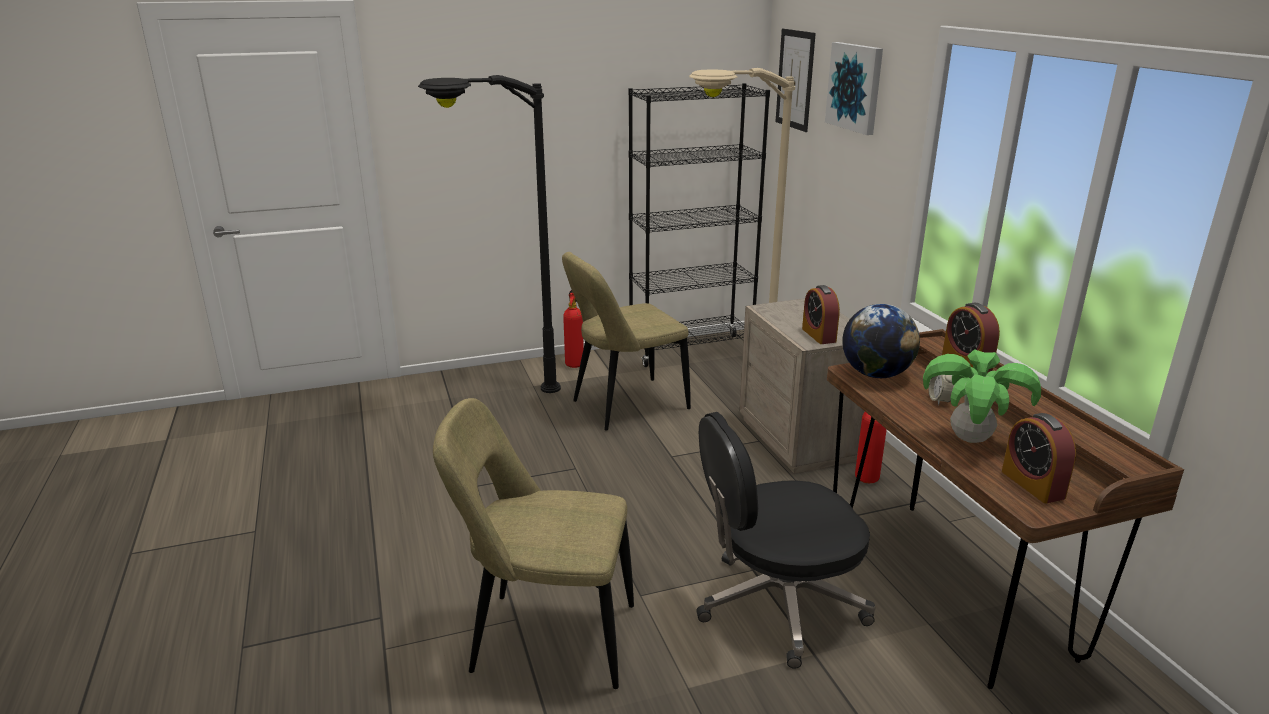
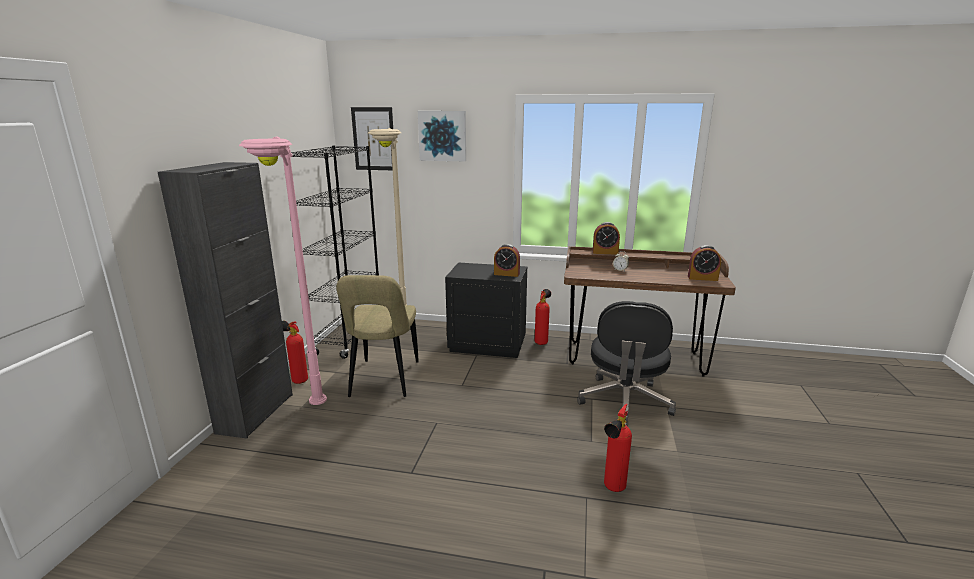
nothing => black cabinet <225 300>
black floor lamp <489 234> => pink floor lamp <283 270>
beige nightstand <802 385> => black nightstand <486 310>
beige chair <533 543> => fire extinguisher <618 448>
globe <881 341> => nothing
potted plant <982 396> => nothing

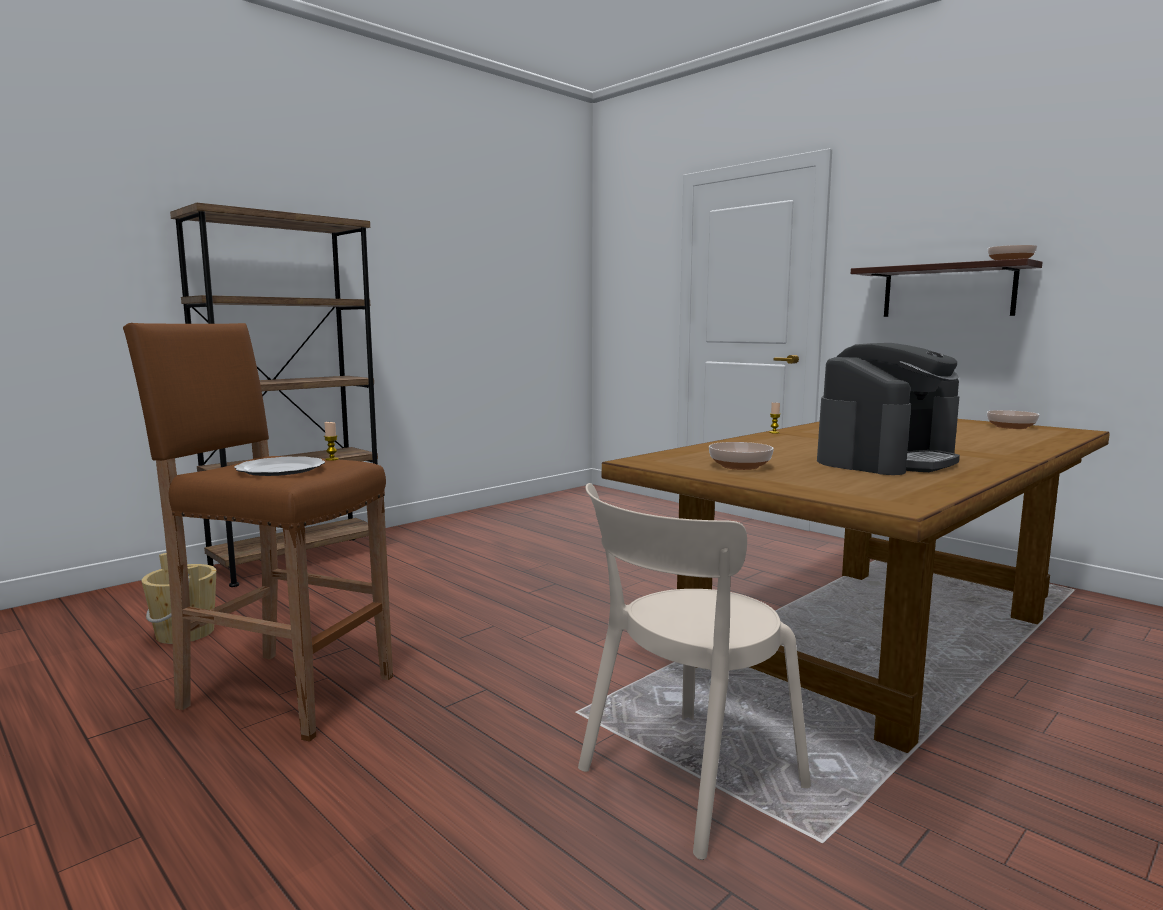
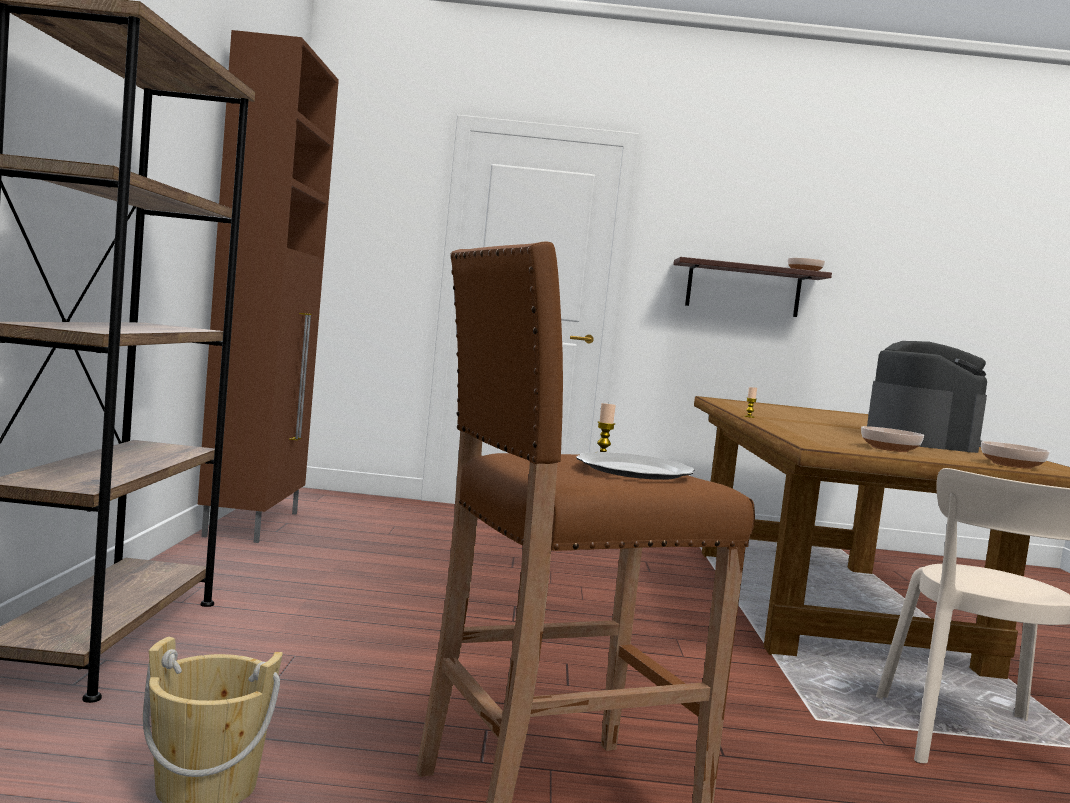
nothing => brown cabinet <268 286>
bowl <1013 419> => bowl <1015 455>, relocated

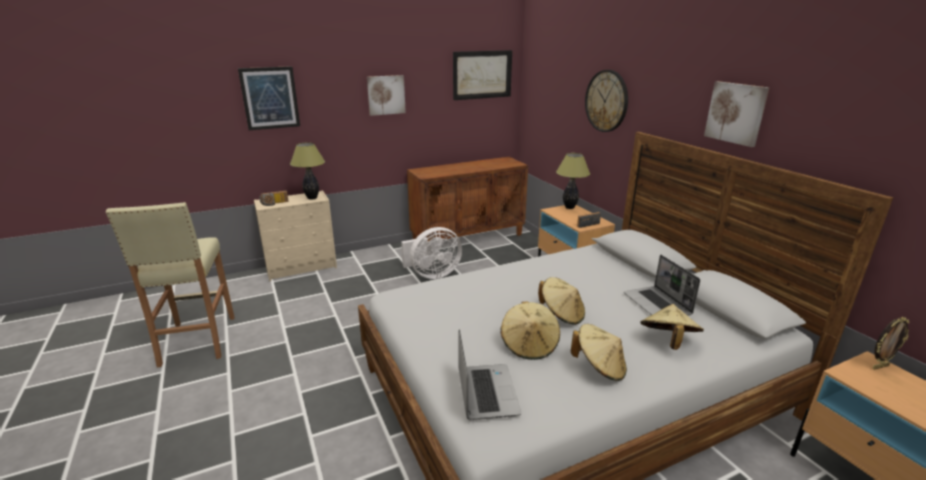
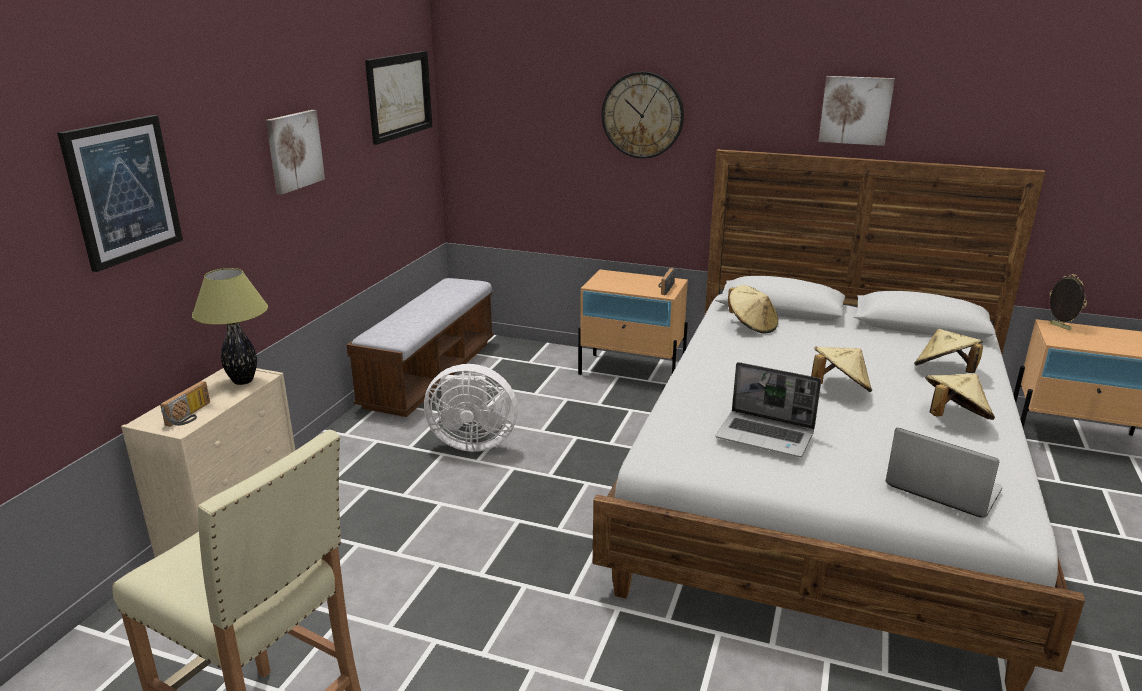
brown cabinet <467 199> => bench <420 347>
white fan <431 253> => white fan <471 408>, 75 degrees clockwise
laptop <662 285> => laptop <768 409>, relocated
beige hat <530 330> => beige hat <753 309>, relocated
picture frame <890 343> => picture frame <1068 302>, 60 degrees counterclockwise
table lamp <573 181> => nothing

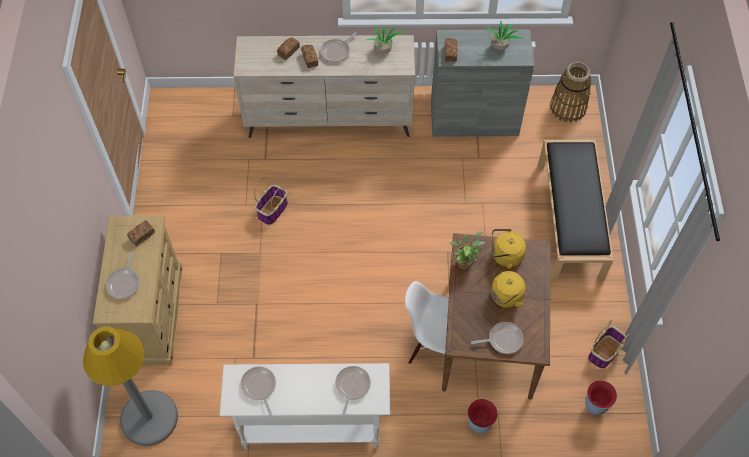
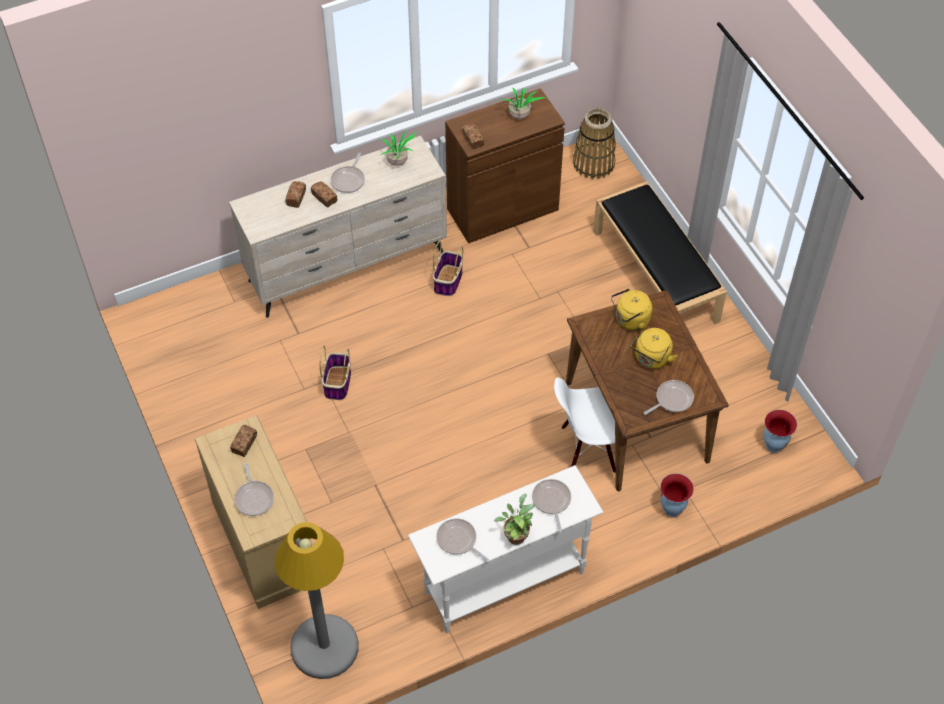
basket <609 344> => basket <448 268>, relocated
grey cabinet <482 83> => brown cabinet <505 165>
potted plant <467 250> => potted plant <514 519>, relocated

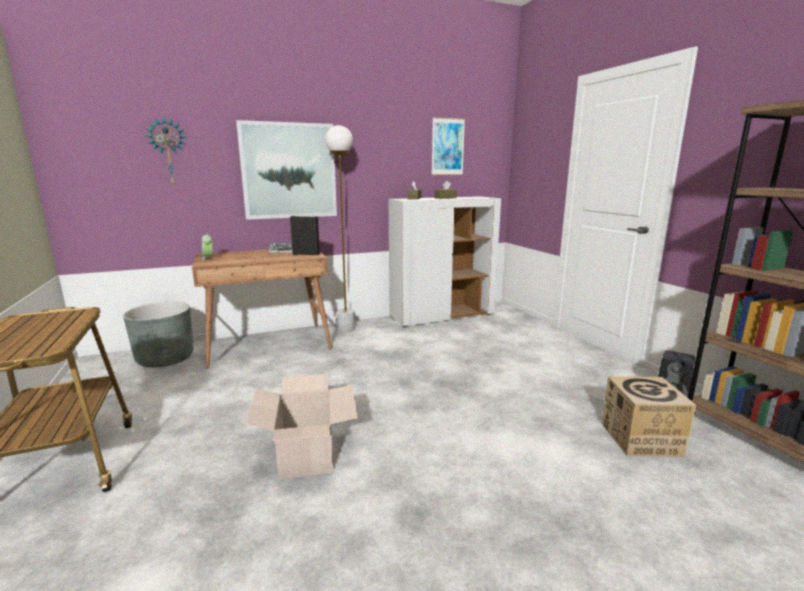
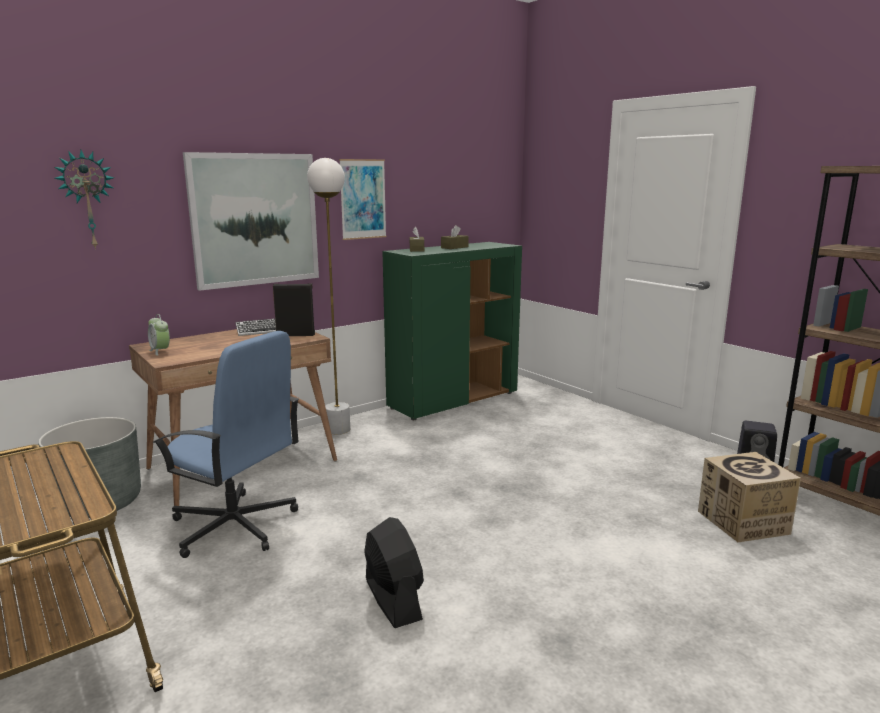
nothing => blue office chair <225 444>
picture <448 146> => picture <363 199>, relocated
cardboard box <302 426> => black fan <394 572>
white cabinet <445 261> => green cabinet <452 331>

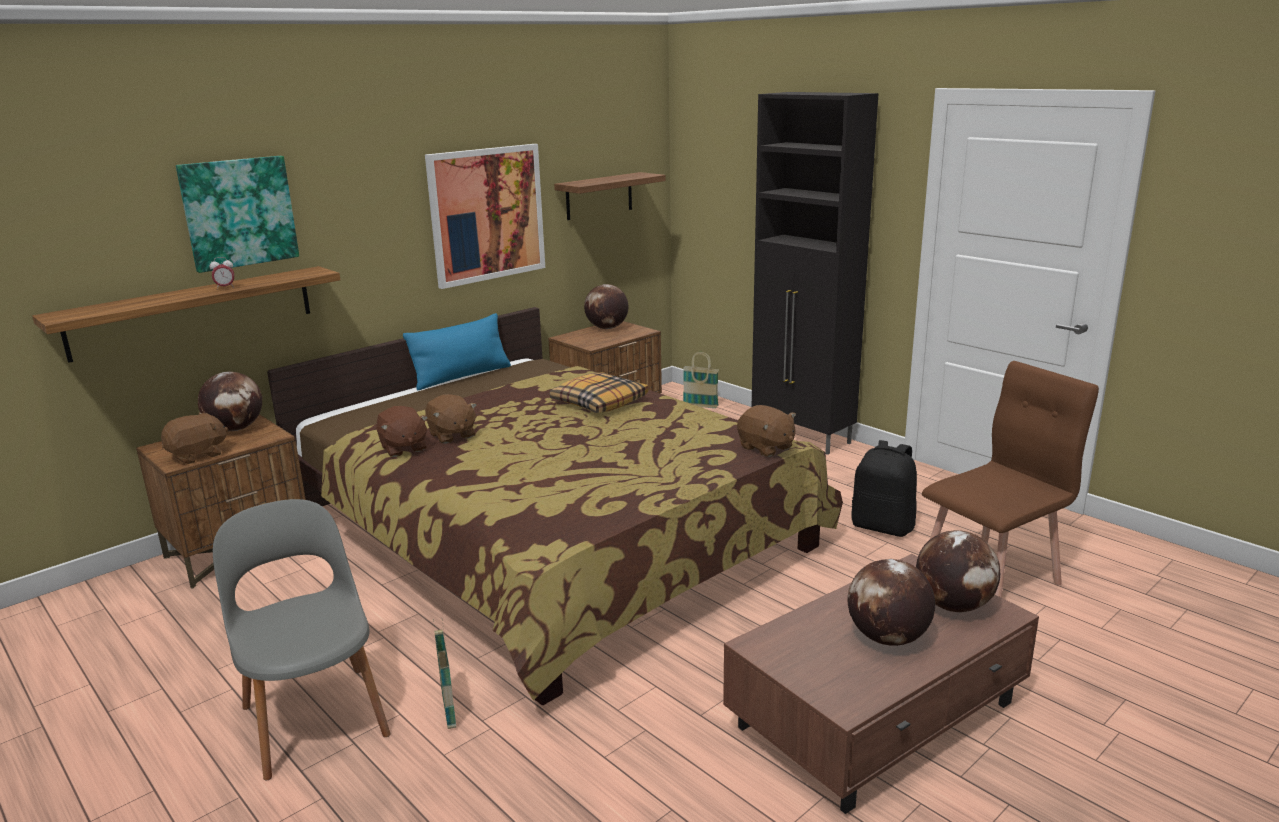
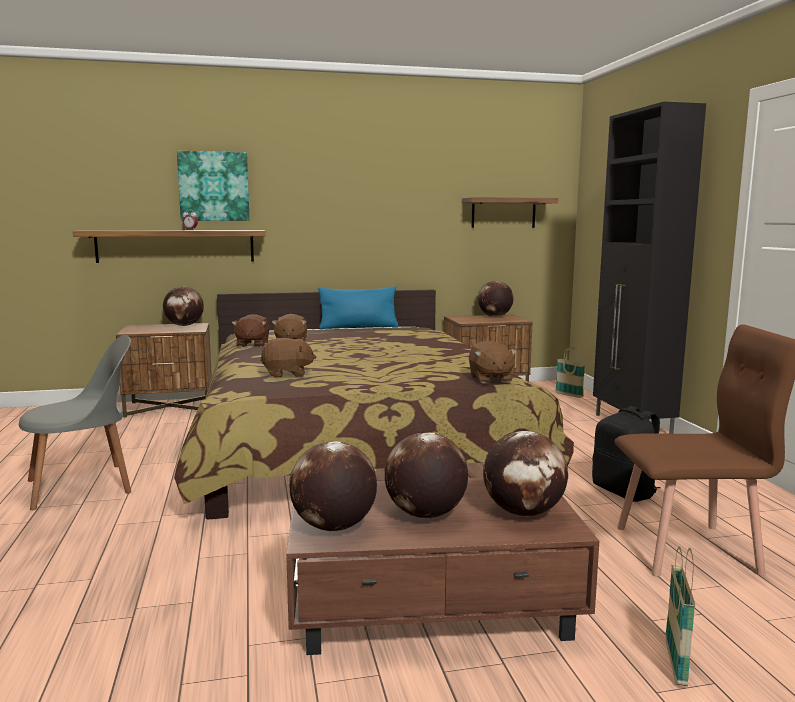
grey chair <301 640> => grey chair <75 422>, 60 degrees clockwise
brown plush toy <194 438> => brown plush toy <288 358>, relocated
nothing => globe <333 486>
basket <444 674> => basket <680 616>, relocated
picture <485 216> => nothing
pillow <599 392> => nothing

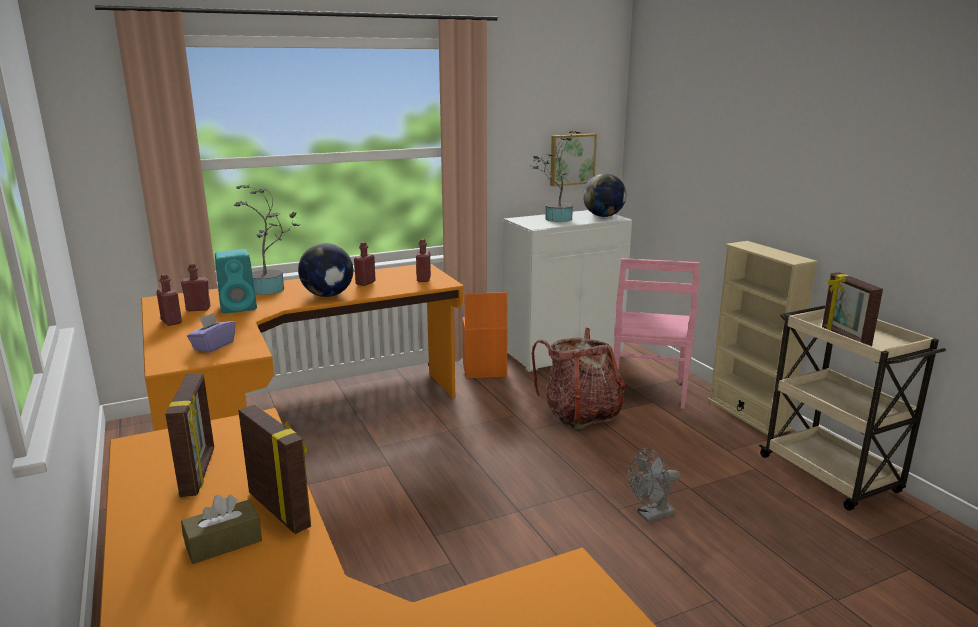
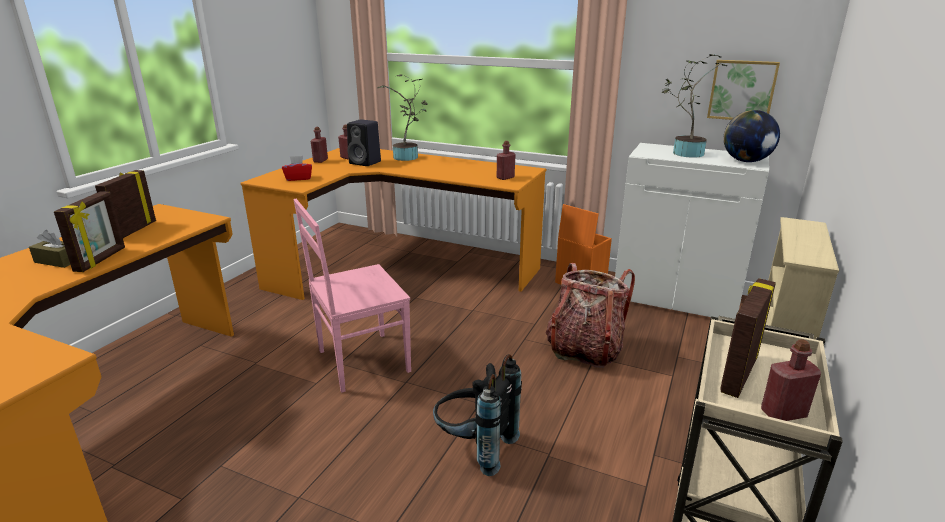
picture frame <189 435> => picture frame <125 204>, 150 degrees clockwise
purple tissue box <211 333> => red tissue box <297 168>
pink chair <657 333> => pink chair <352 296>, relocated
turquoise speaker <236 281> => black speaker <364 142>
grey fan <654 485> => black backpack <477 415>
red bottle <365 264> => red bottle <791 380>, relocated
globe <325 270> => nothing

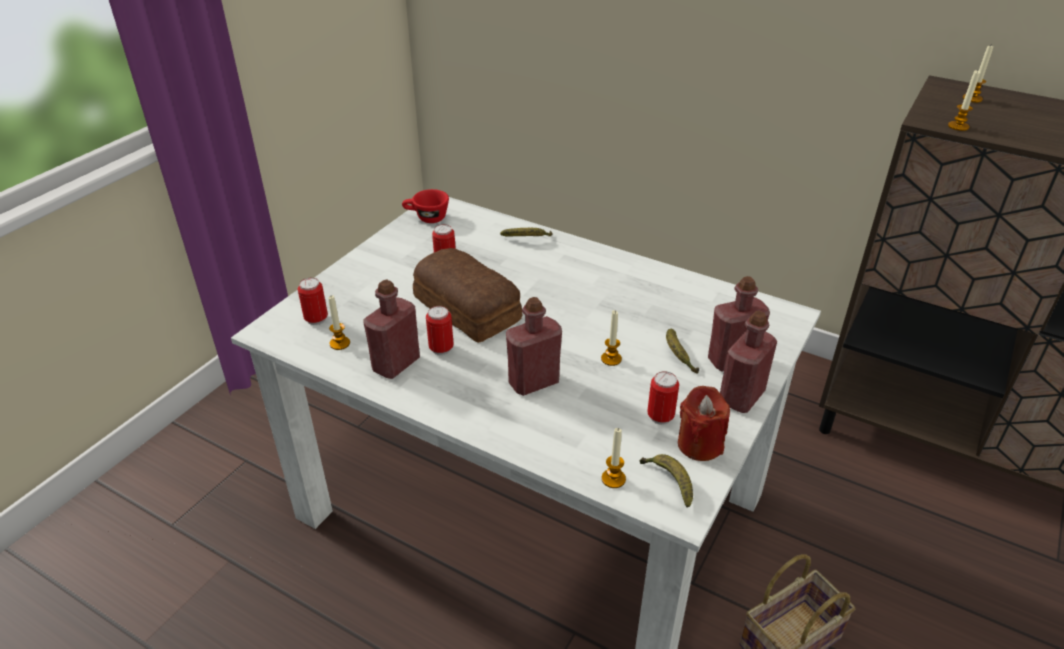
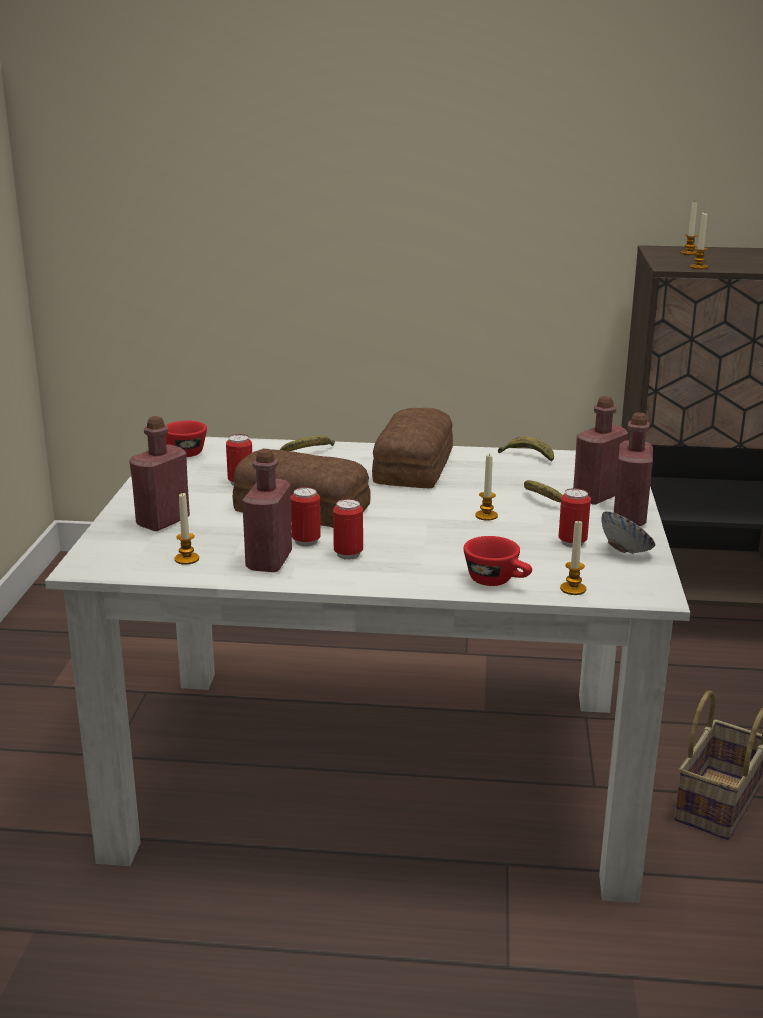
red bottle <534 346> => red bottle <159 473>, relocated
can <312 301> => can <348 529>, relocated
nothing => bread <412 448>
nothing => red cup <498 561>
banana <666 481> => banana <526 448>, relocated
red candle <704 423> => bowl <628 532>

